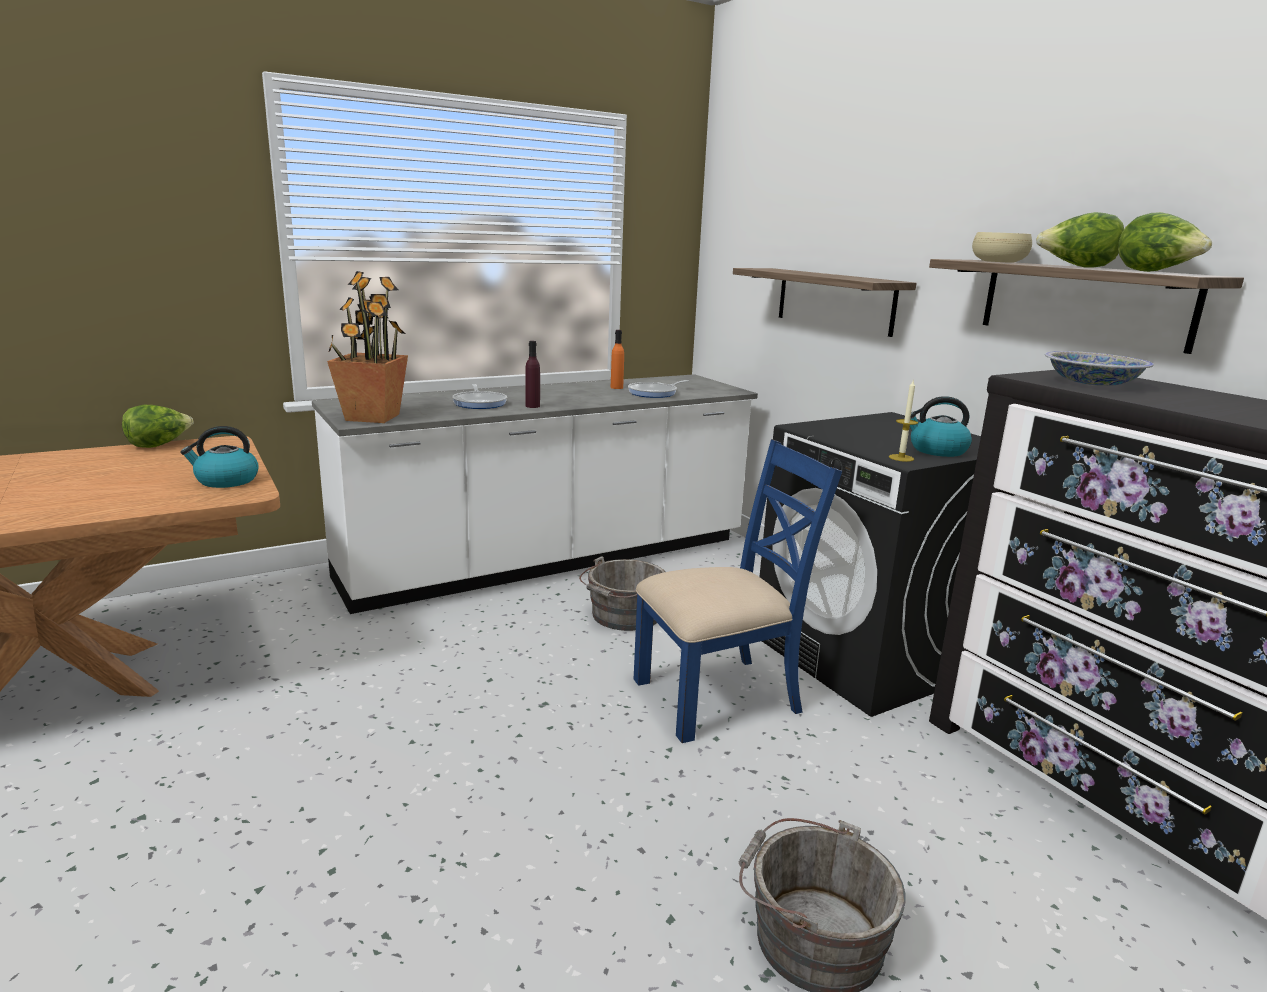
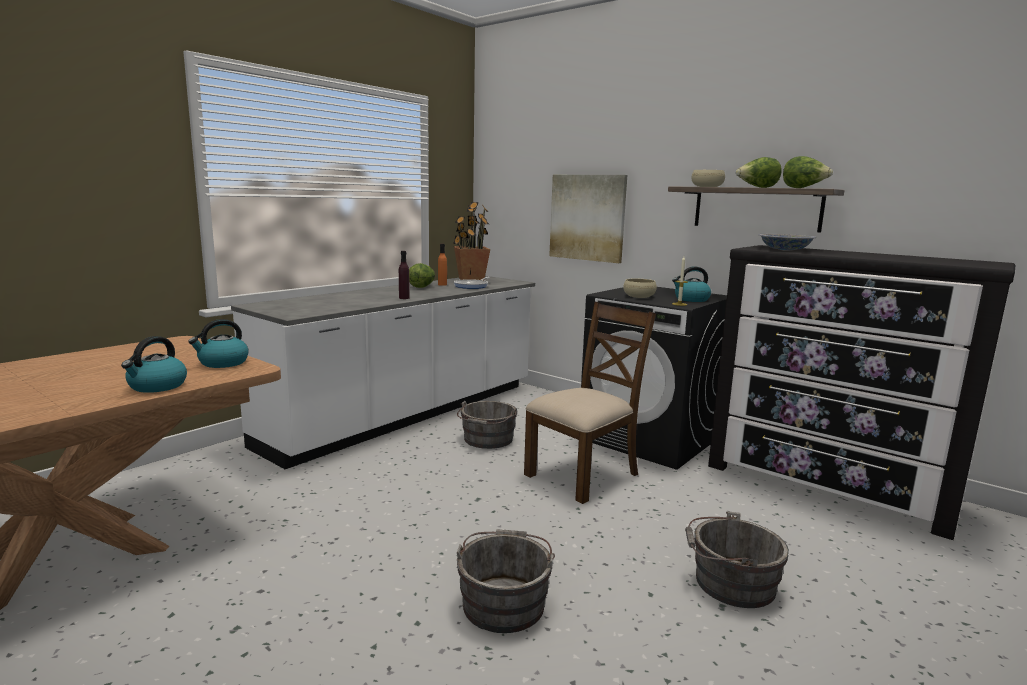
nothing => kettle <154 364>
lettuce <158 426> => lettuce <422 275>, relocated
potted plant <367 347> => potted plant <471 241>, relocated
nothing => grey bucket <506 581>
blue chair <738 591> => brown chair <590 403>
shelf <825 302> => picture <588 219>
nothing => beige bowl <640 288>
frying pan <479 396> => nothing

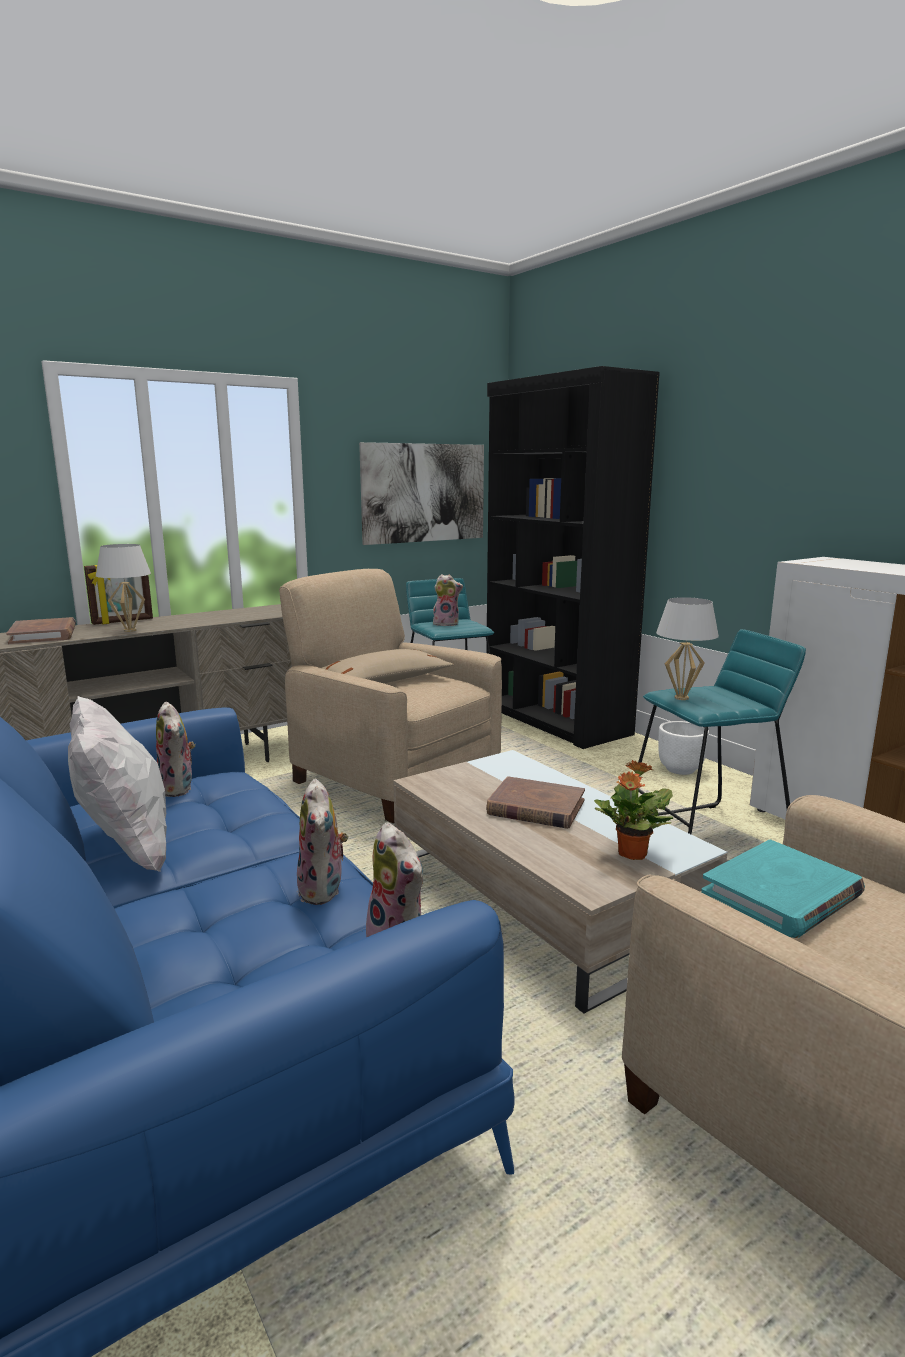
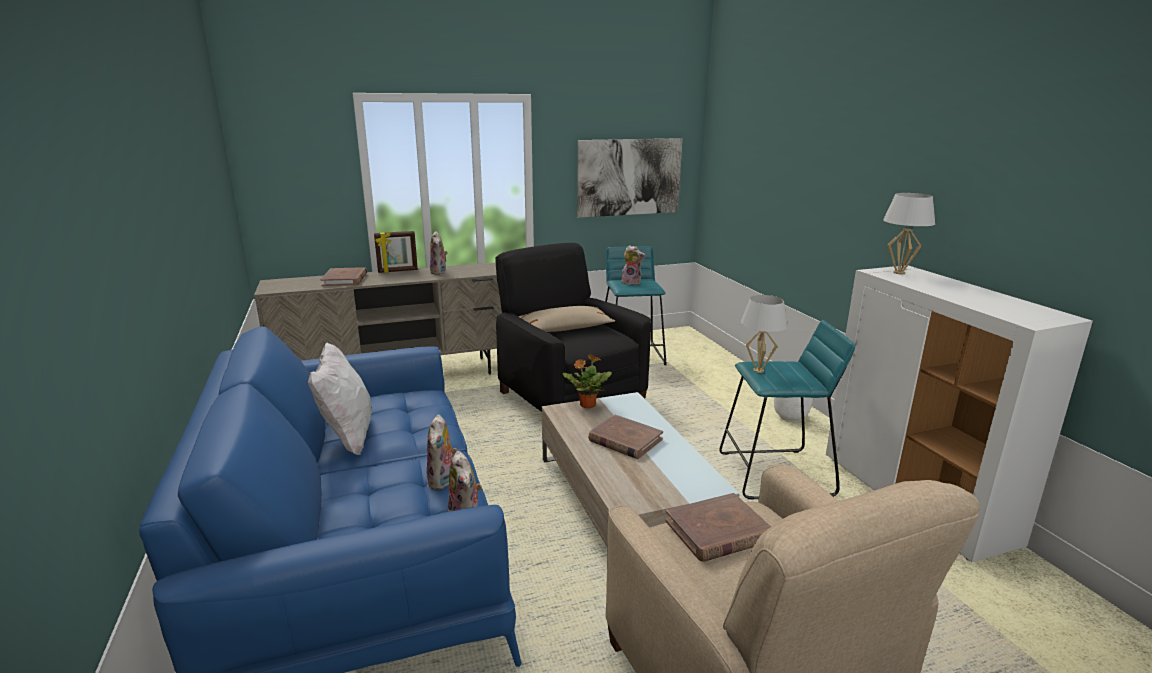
plush toy <175 749> => plush toy <439 253>, relocated
beige armchair <390 696> => black armchair <573 327>
potted plant <633 810> => potted plant <587 381>, relocated
turquoise book <783 889> => brown book <718 527>
white table lamp <123 588> => white table lamp <909 233>, relocated
black bookcase <573 557> => nothing

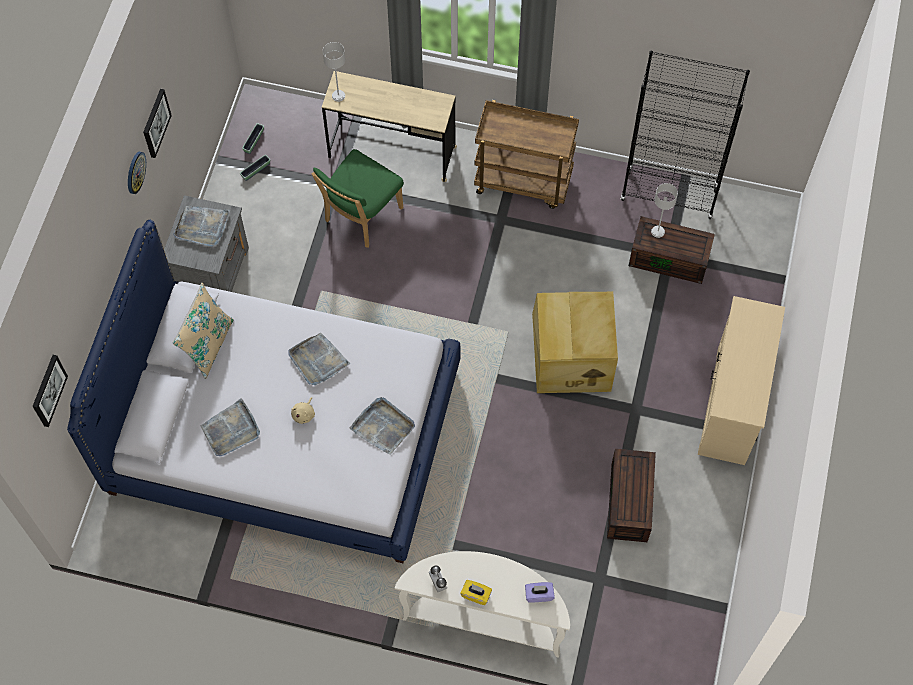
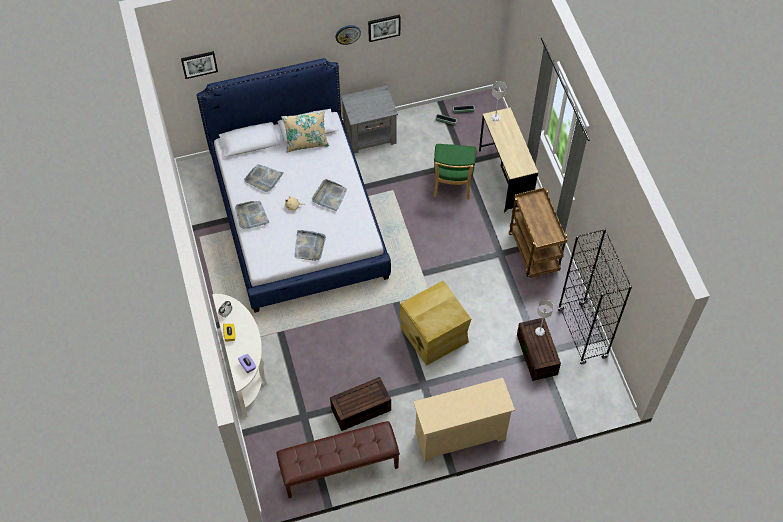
grey tray <201 226> => grey tray <252 215>, relocated
nothing => brown bench <338 459>
green chair <358 198> => green chair <455 172>, 90 degrees counterclockwise

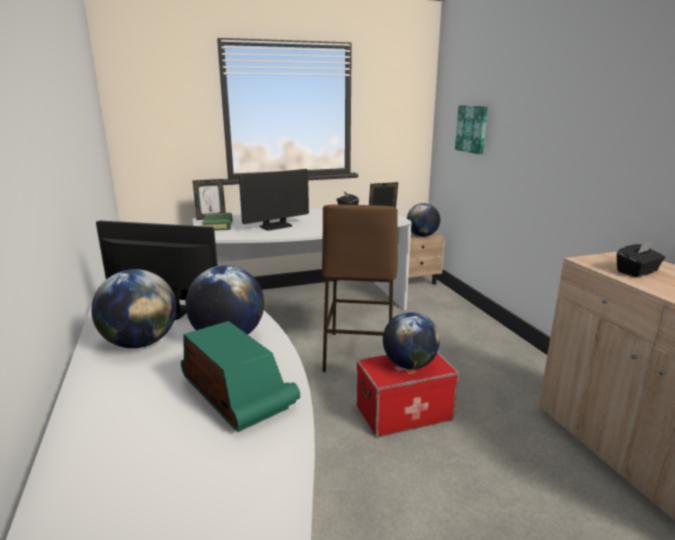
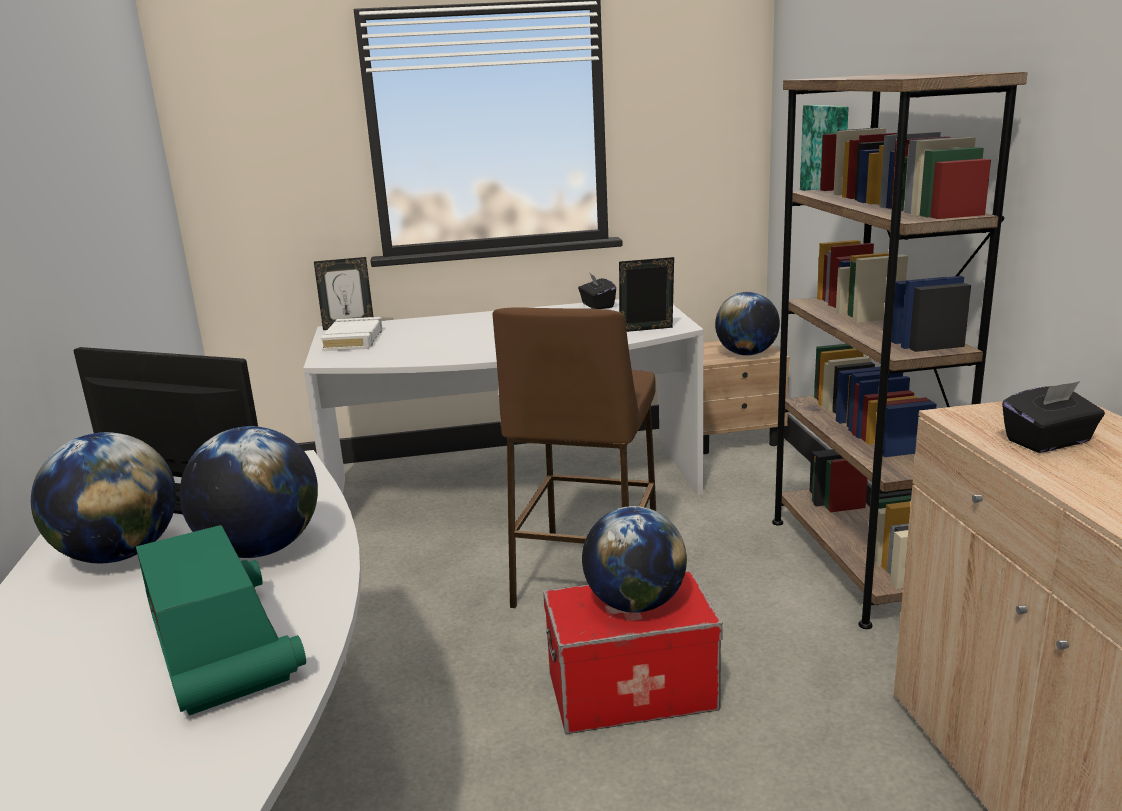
green book <217 222> => white book <351 334>
nothing => brown bookcase <900 350>
monitor <274 200> => nothing

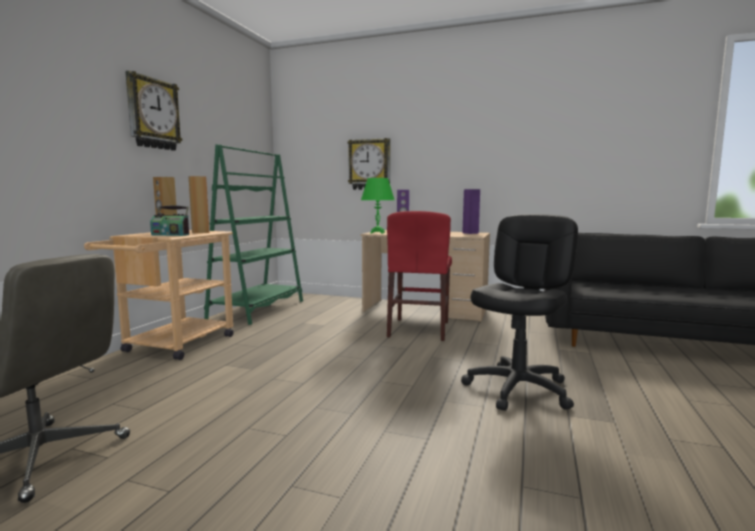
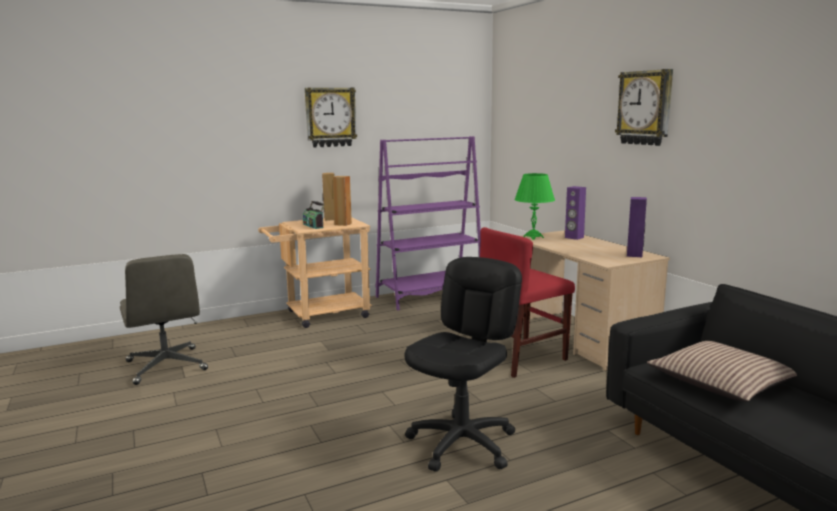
green bookcase <253 234> => purple bookcase <428 223>
black office chair <519 312> => black office chair <463 364>, 45 degrees counterclockwise
wall clock <369 164> => wall clock <644 107>, relocated
nothing => pillow <722 371>

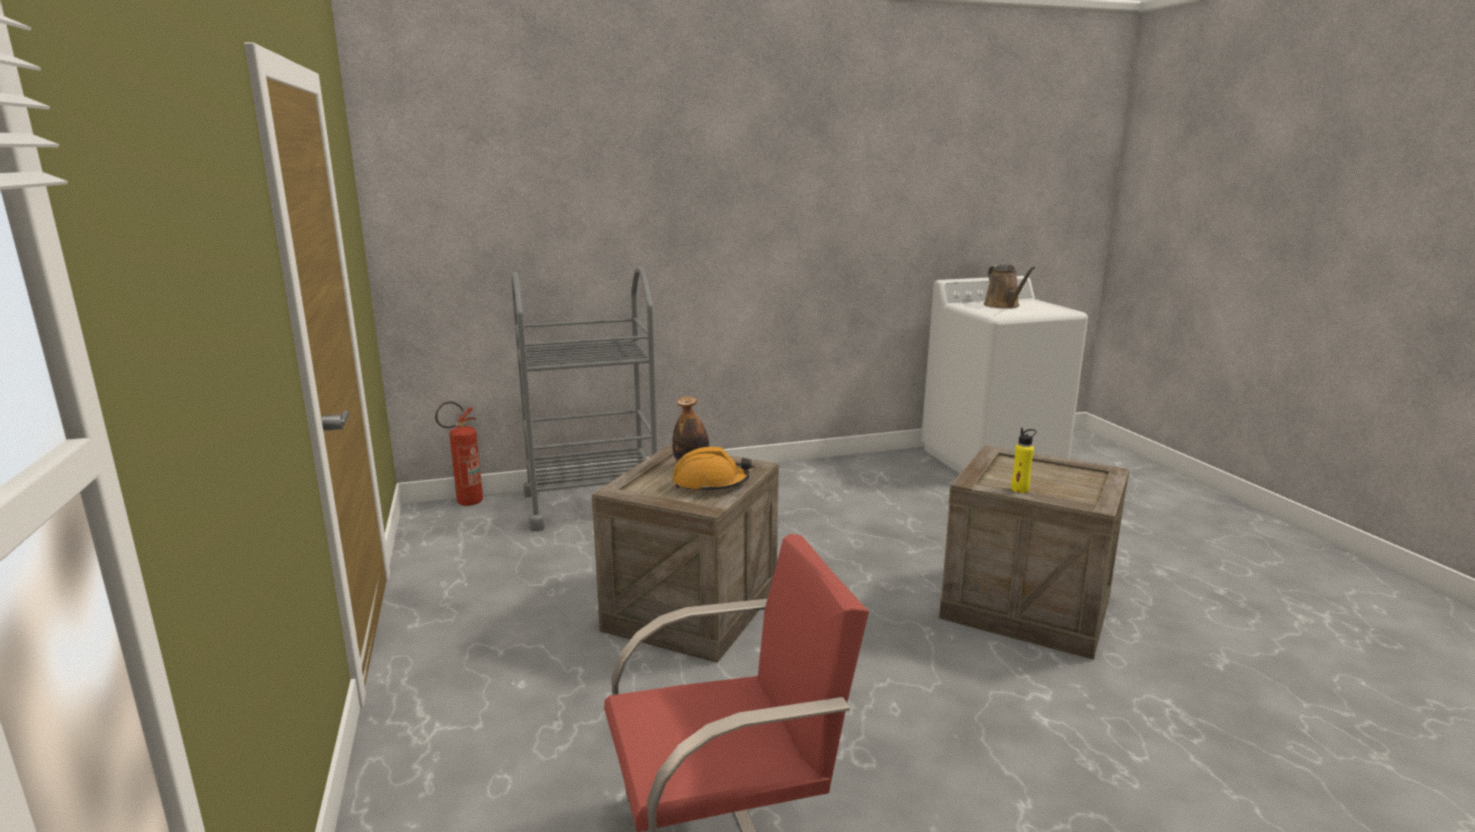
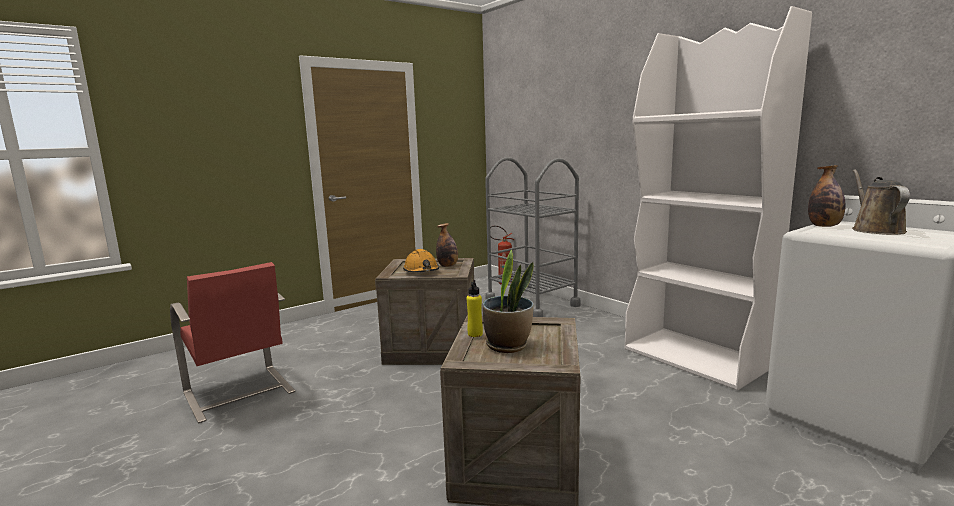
nothing => potted plant <508 301>
nothing => white bookcase <718 198>
nothing => bottle <827 196>
brown watering can <1009 287> => brown watering can <881 202>, 135 degrees clockwise

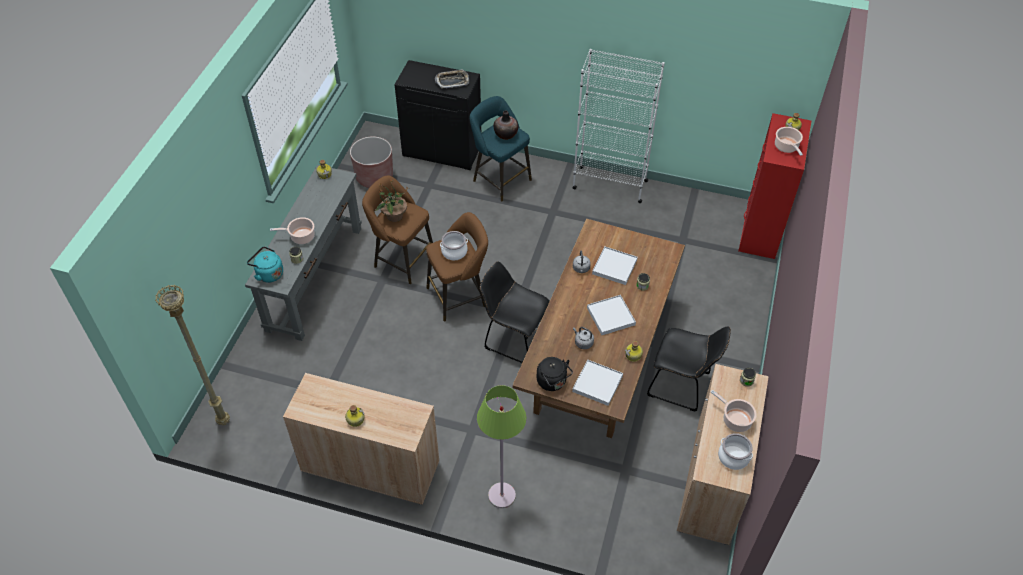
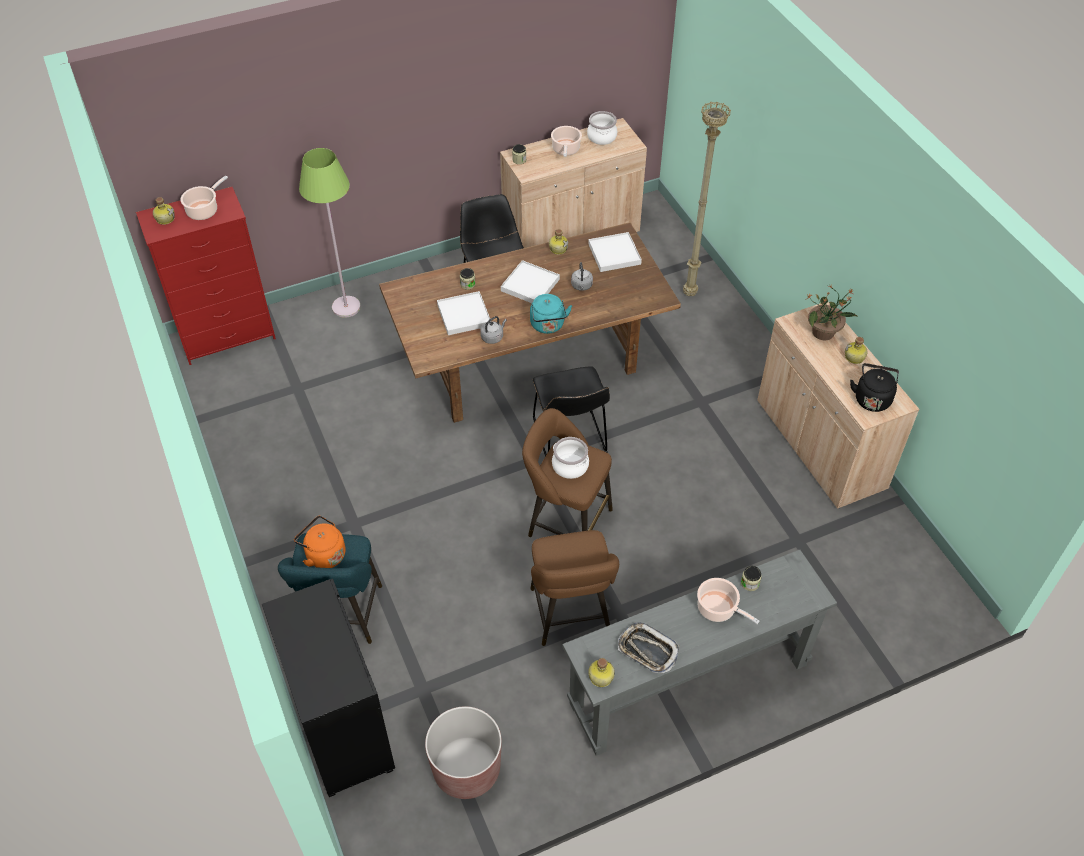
vase <506 125> => orange kettle <320 541>
green floor lamp <501 446> => green floor lamp <330 233>, relocated
turquoise kettle <265 264> => turquoise kettle <551 314>, relocated
tray <452 78> => tray <648 648>, relocated
beige floor lamp <192 355> => beige floor lamp <707 199>, relocated
potted plant <392 200> => potted plant <831 312>, relocated
black kettle <555 374> => black kettle <874 387>, relocated
white bookcase <619 126> => nothing

